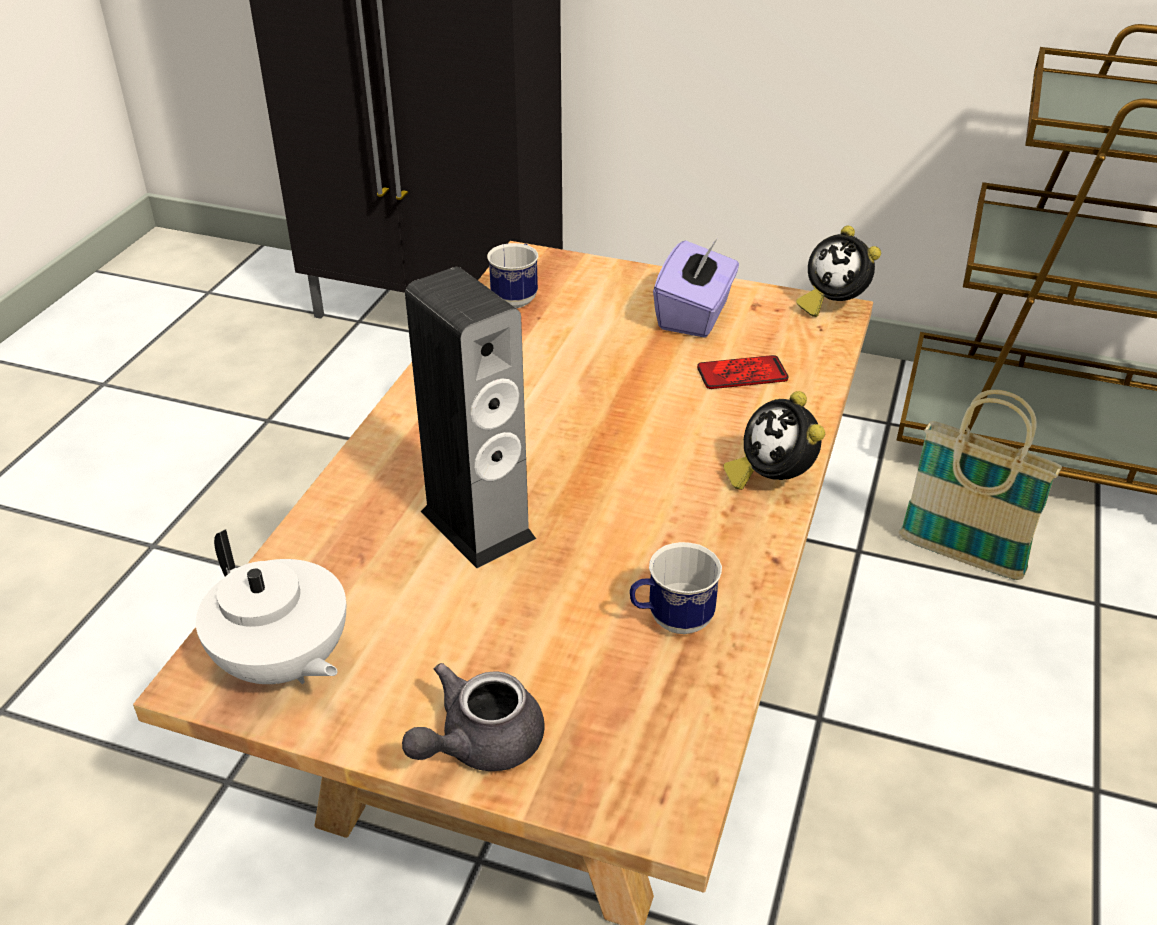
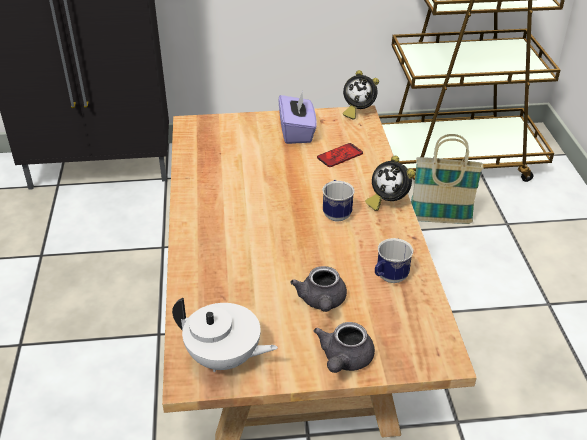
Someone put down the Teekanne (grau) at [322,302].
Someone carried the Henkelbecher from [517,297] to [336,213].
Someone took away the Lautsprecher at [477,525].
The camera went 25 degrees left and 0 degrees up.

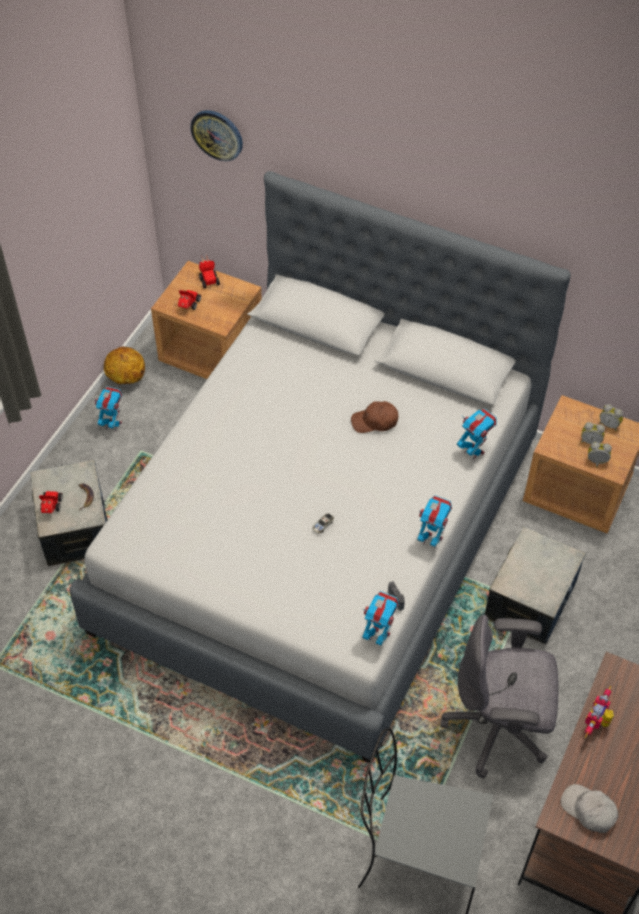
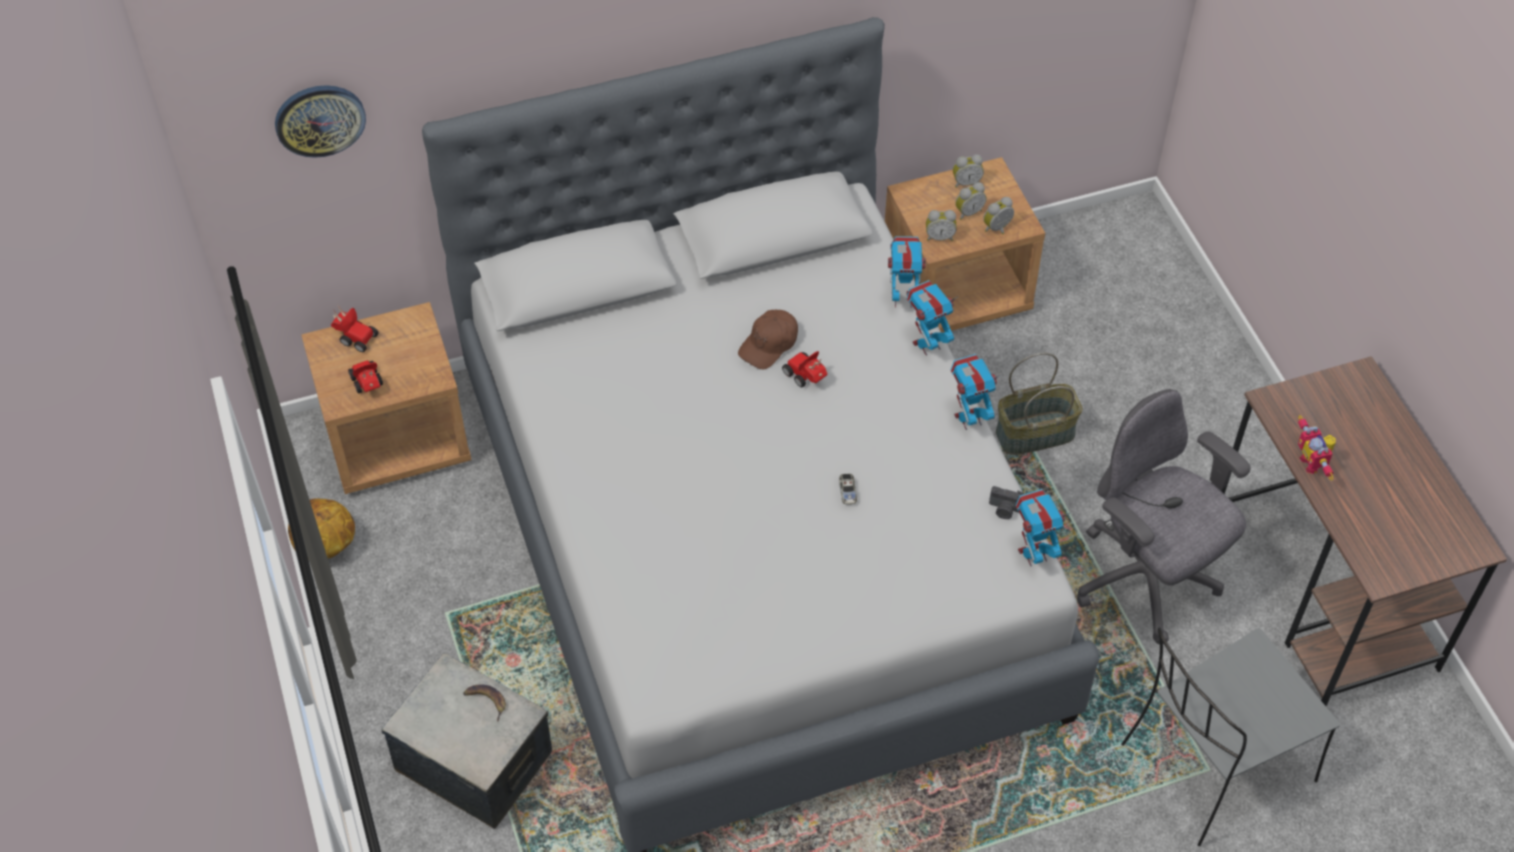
Someone carried the Spielzeugauto from [51,507] to [806,377].
Someone carried the Spielzeugroboter from [113,425] to [927,344].
Someone put down the Wecker at [939,237].
Someone swapped the Aufbewahrungsbox at [531,600] for the Korb at [1035,432].
Someone rotated the Bürostuhl (grau) at [498,728] by 90 degrees clockwise.
Someone took away the Kappe (weiß) at [589,810].
The camera went 45 degrees left and 0 degrees up.

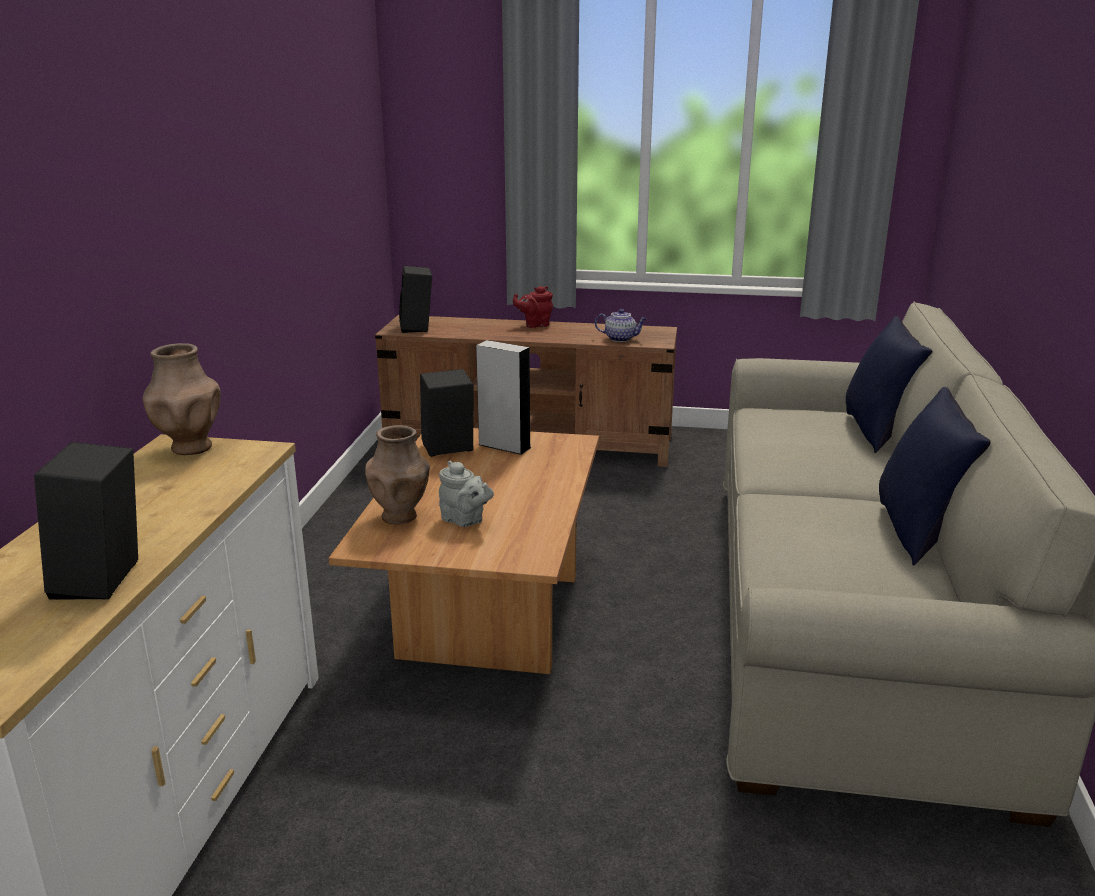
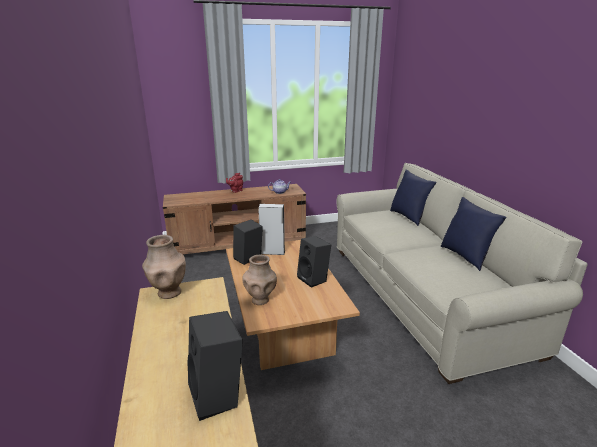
Someone carried the Lautsprecher (schwarz) from [418,328] to [314,279].
Someone took away the Teekanne (grau) at [465,520].
The camera went 25 degrees left and 0 degrees up.

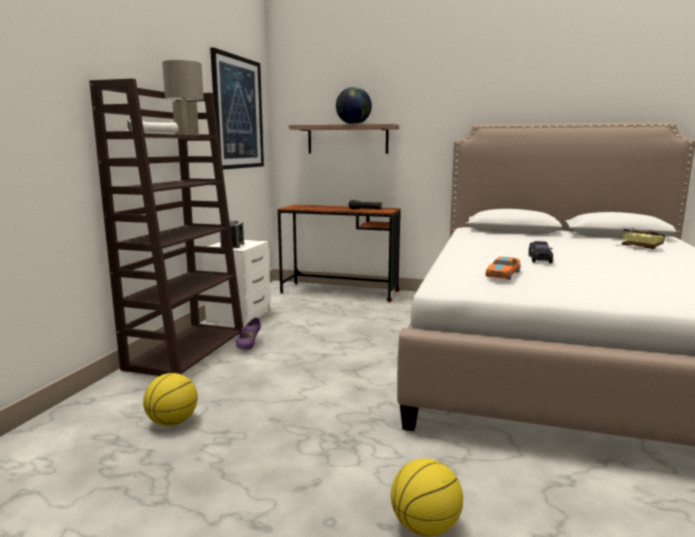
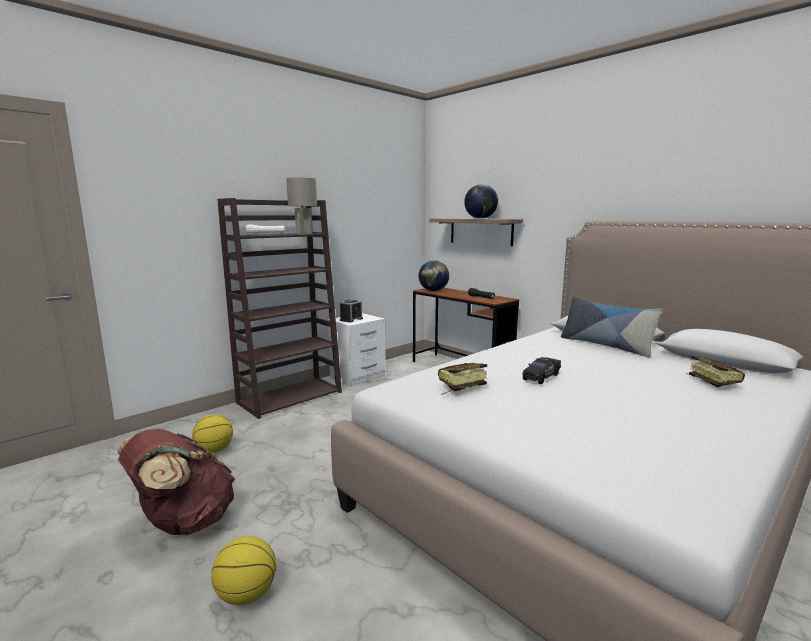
Someone put down the Rucksack (braun) at [184,522].
Someone put down the Globus at [433,290].
Someone swapped the Spielzeugauto at [503,274] for the Buch at [458,388].
Someone put down the Kissen at [605,345].
Someone took away the Bild at [238,113].
Someone took away the Schuh (lila) at [249,345].
The camera went 30 degrees right and 0 degrees up.

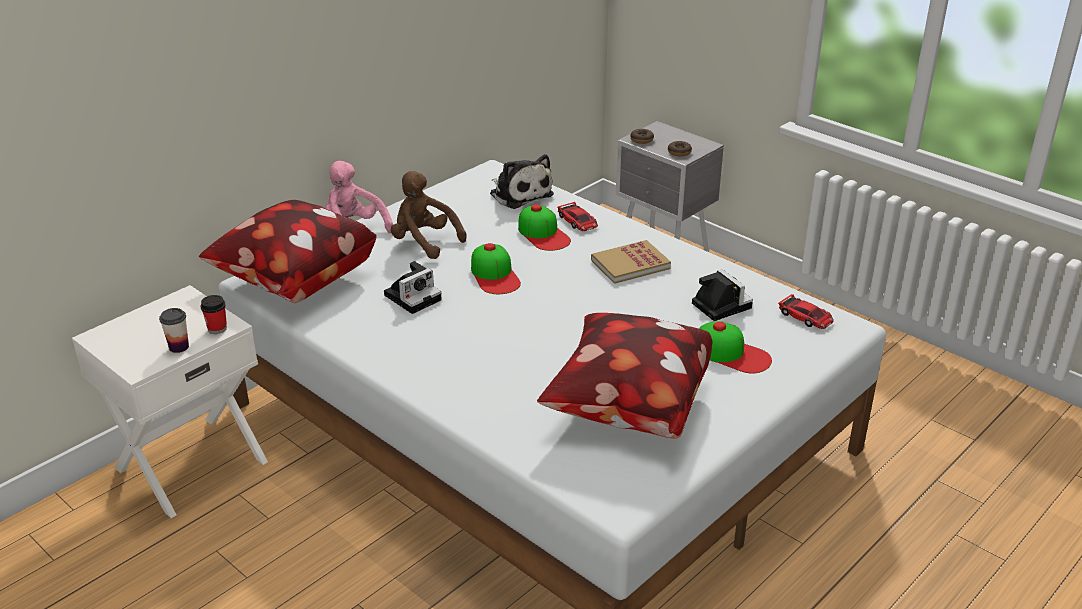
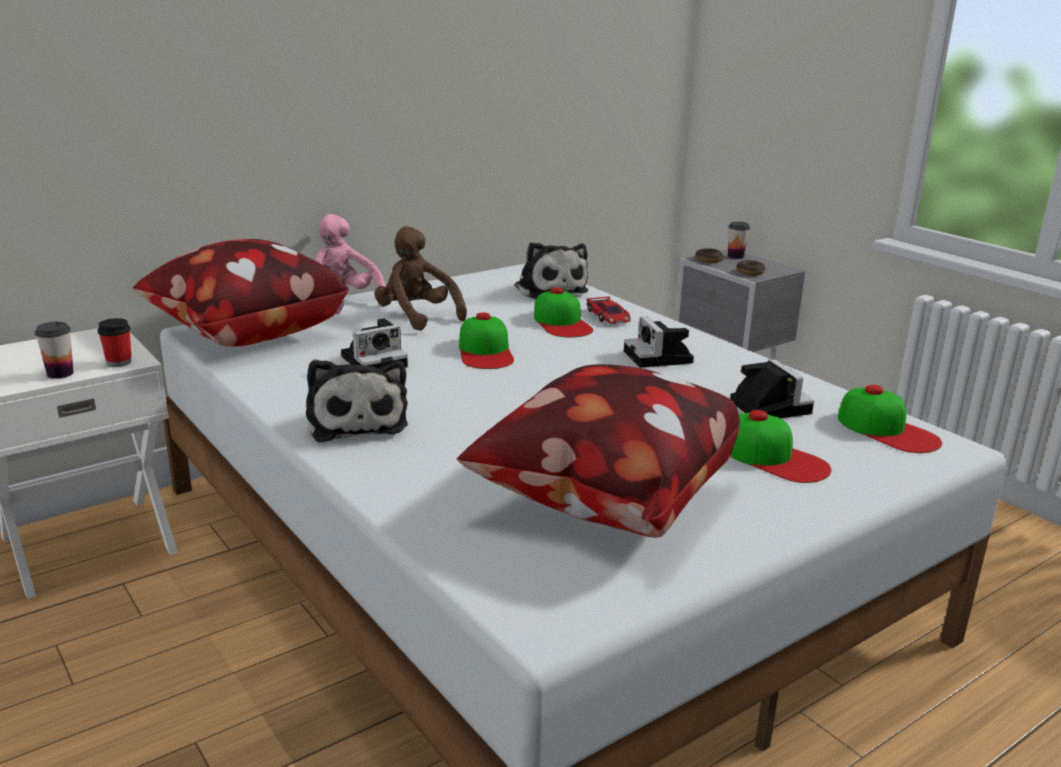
Someone put down the Plüschtier at [356,421].
Someone swapped the Buch at [630,264] for the Kamera at [659,358].
Someone put down the Tasse at [735,256].
Someone swapped the Spielzeugauto at [805,317] for the Kappe at [887,430].
The camera went 10 degrees right and 10 degrees down.

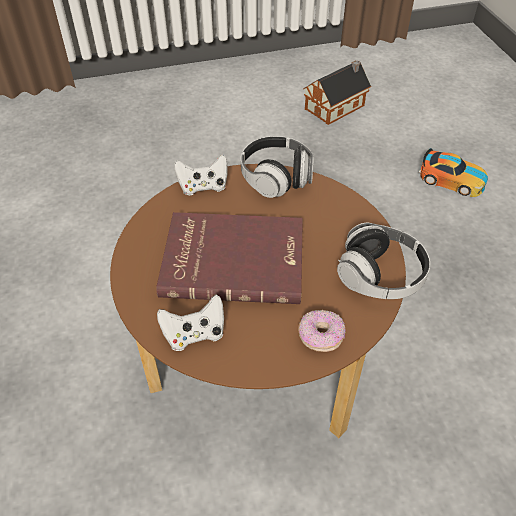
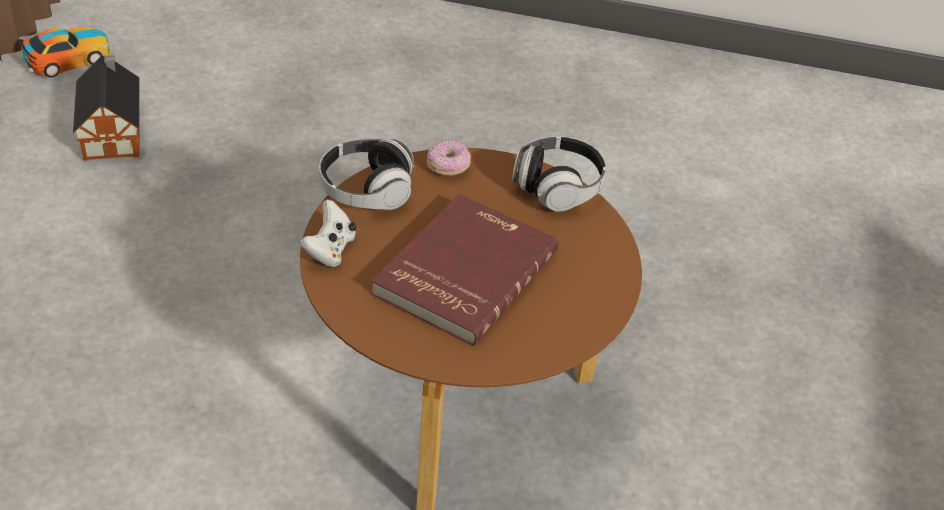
Someone carried the Spielzeugauto from [451,180] to [68,59].
Someone carried the Donut from [320,337] to [448,166].
Someone took away the Gamepad (weiß) at [194,334].
The camera went 65 degrees left and 5 degrees down.

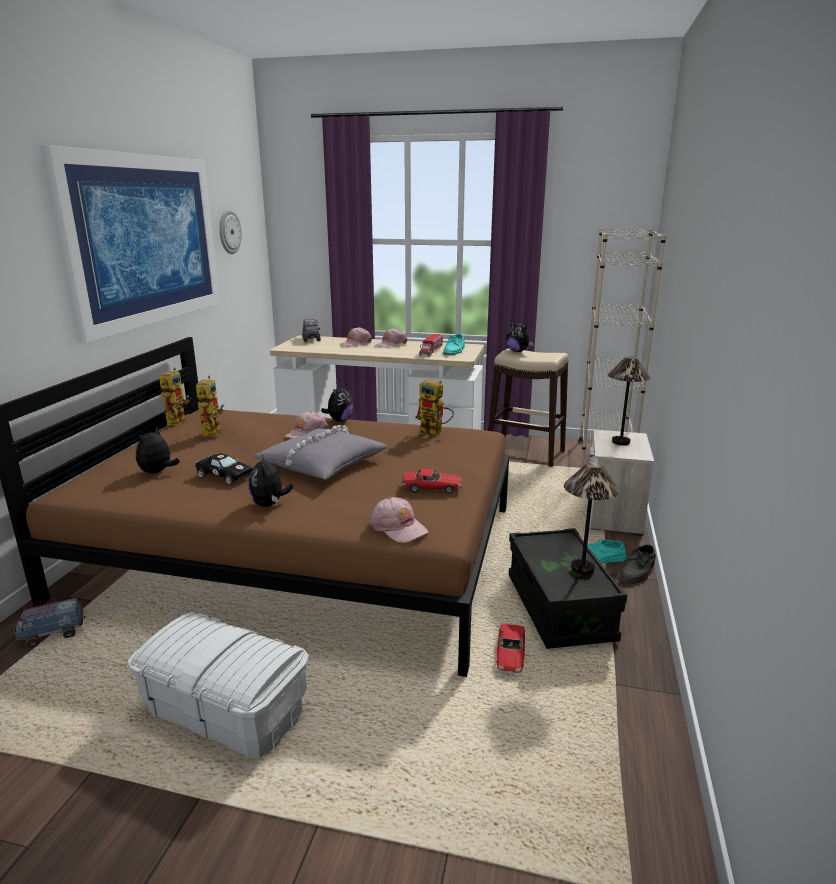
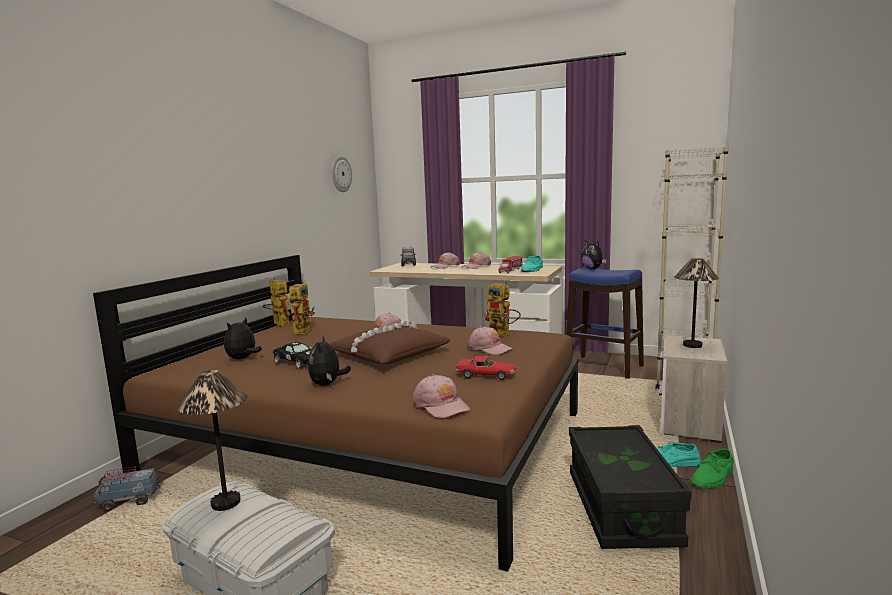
Someone carried the Tischlampe from [583,568] to [226,502].
Someone rotated the Spielzeugroboter at [177,420] by 60 degrees counterclockwise.
Someone repainted the Kissen (grau) at [321,463], which became the Kissen (braun) at [388,355].
Someone put down the Kappe (rosa) at [489,348].
Someone repainted the Hocker (beige) at [526,453], which became the Hocker (blau) at [604,367].
Someone repainted the Schuh (grau) at [637,571], which became the Schuh (grün) at [713,477].
Someone took away the Bild at [144,240].
Someone took away the Plüschtier at [339,420].
Someone took away the Spielzeugauto at [510,655].
The camera went 10 degrees right and 10 degrees down.

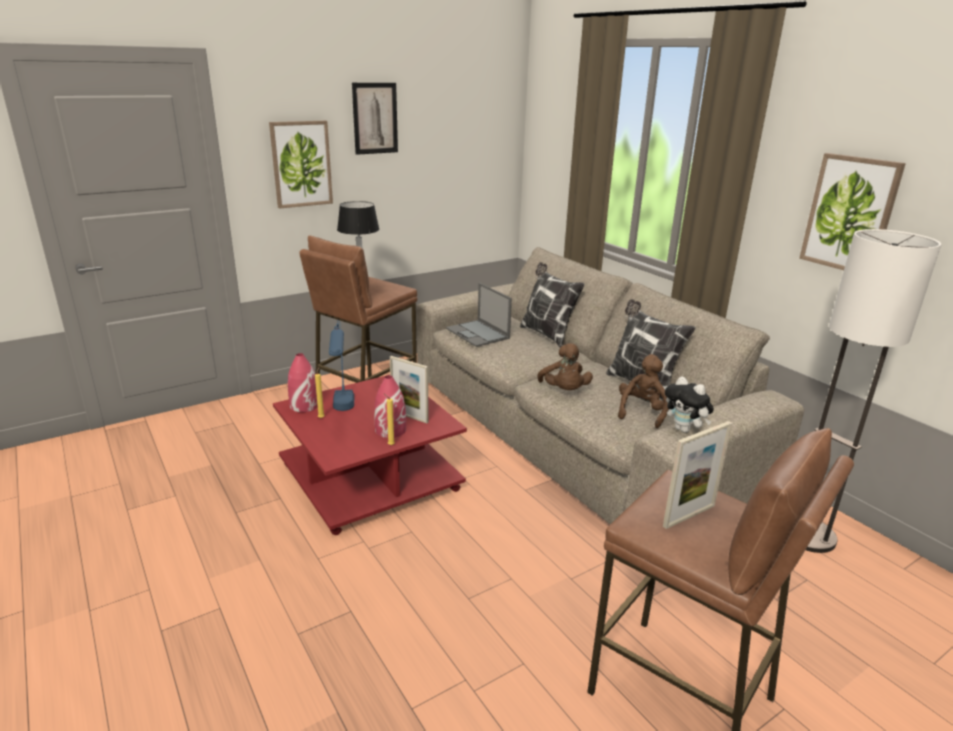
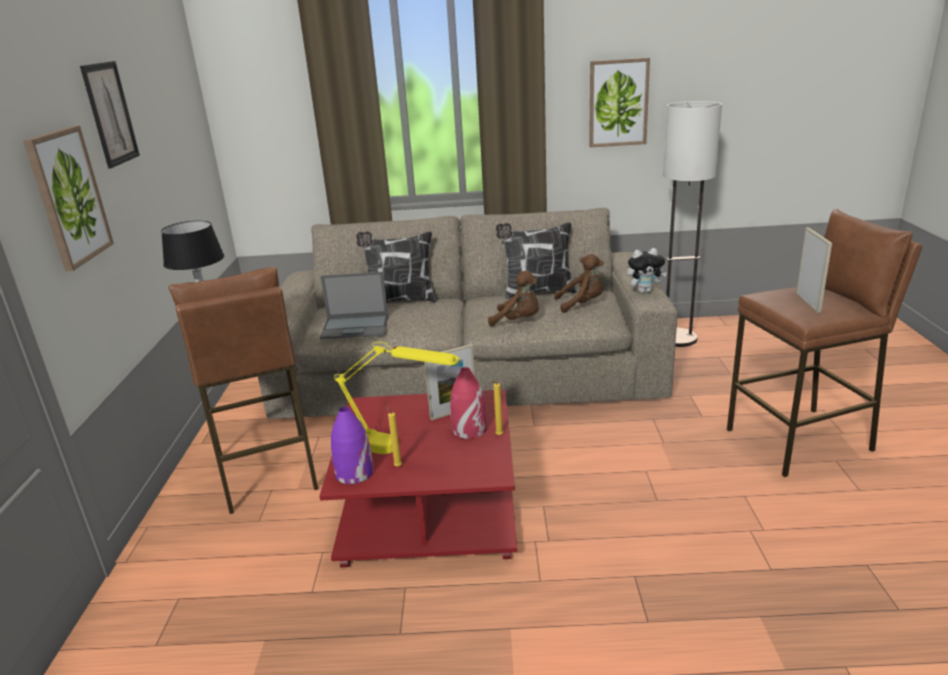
Someone repainted the Vase (rot) at [304,405], which became the Vase (lila) at [354,473].
Someone repainted the Tischlampe (blau) at [343,413], which became the Tischlampe (gelb) at [402,450].
Someone rotated the Plüschtier (braun) at [641,412] by 120 degrees clockwise.
The camera went 55 degrees left and 0 degrees up.

